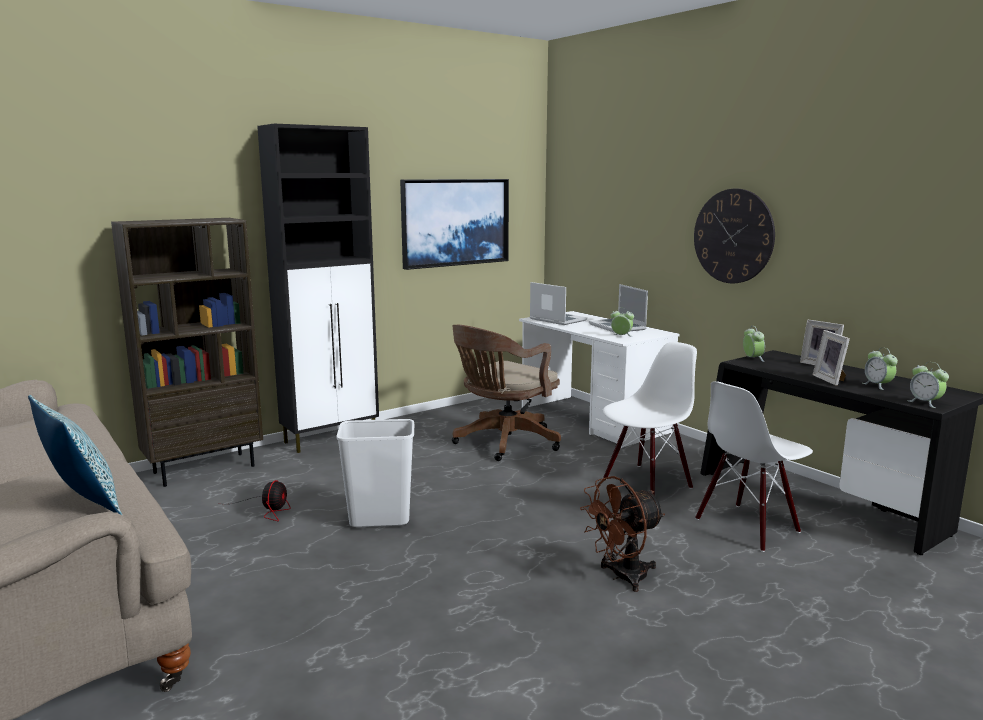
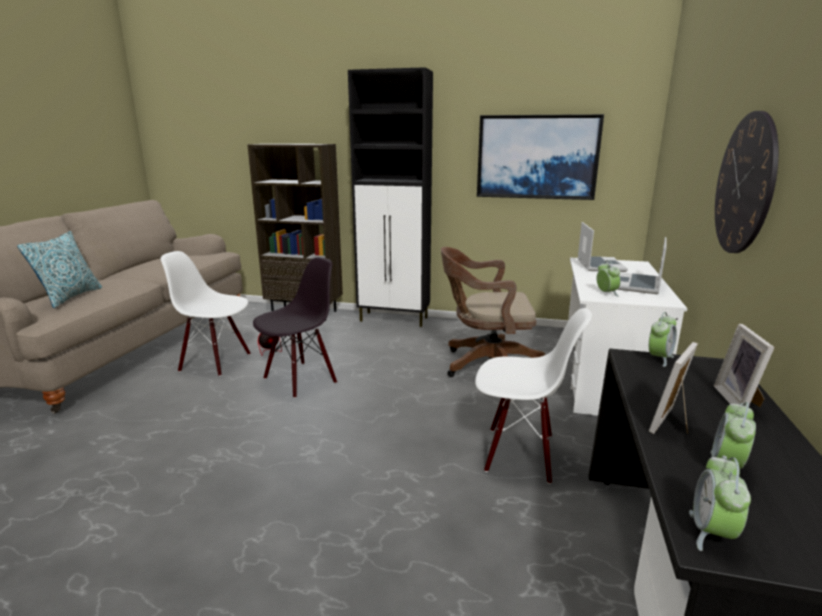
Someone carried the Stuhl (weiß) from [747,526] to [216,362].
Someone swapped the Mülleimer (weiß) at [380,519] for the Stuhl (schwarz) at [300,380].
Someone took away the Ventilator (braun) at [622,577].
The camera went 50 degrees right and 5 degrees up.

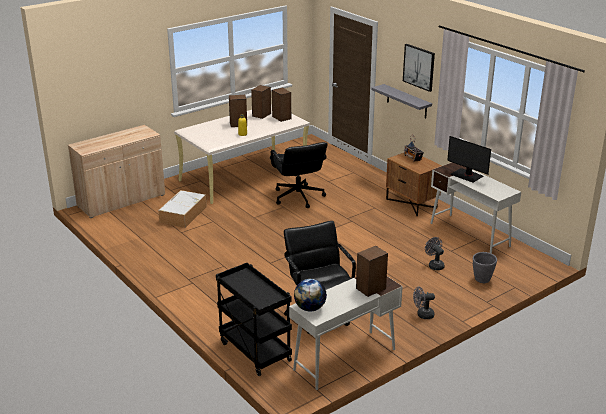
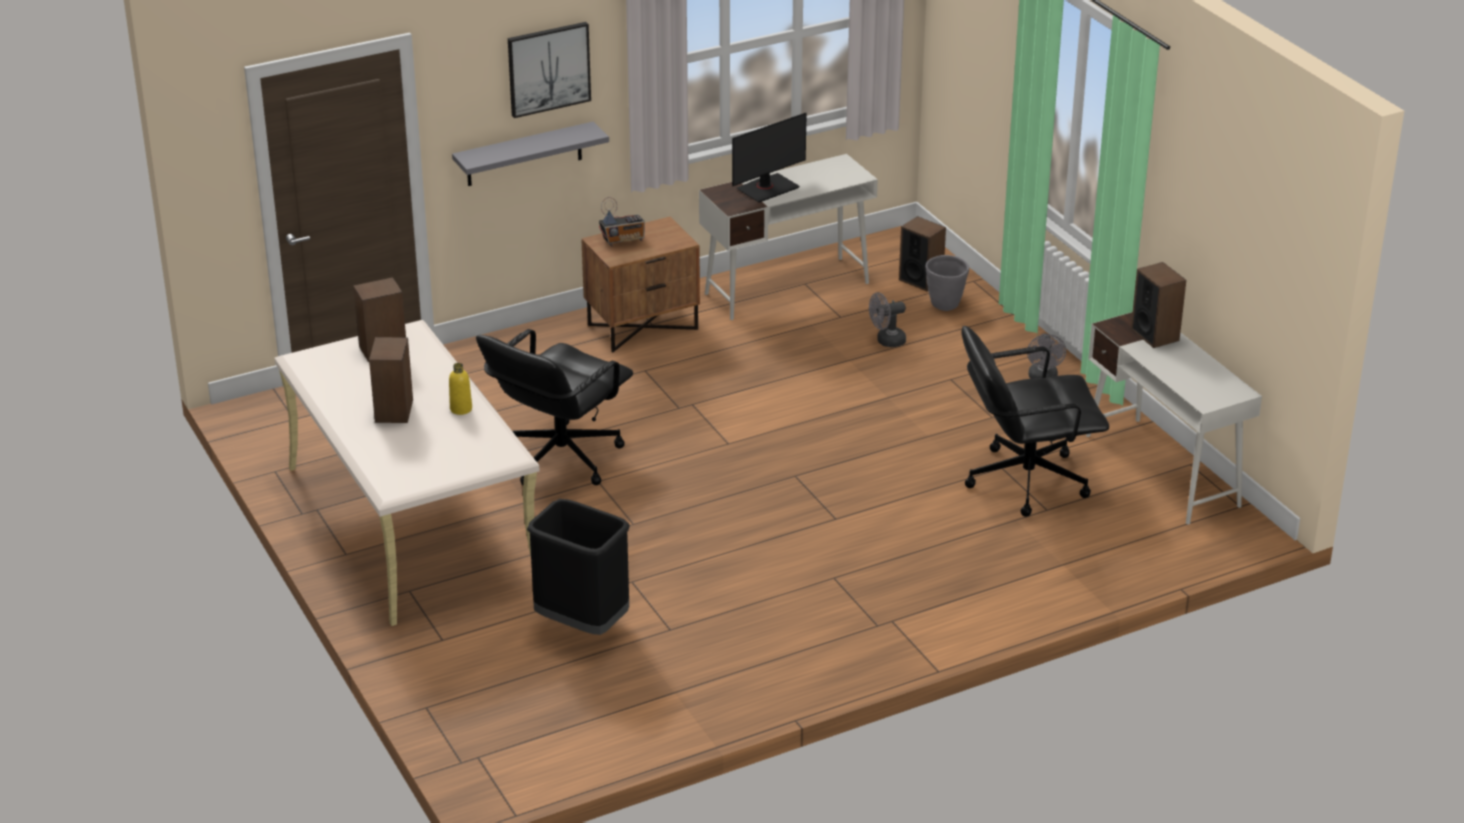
Someone rotated the Bürostuhl (schwarz) at [298,197] by 135 degrees clockwise.
Someone swapped the Aufbewahrungsbox at [183,214] for the Mülleimer (schwarz) at [581,623].
Someone carried the Lautsprecher from [261,115] to [921,280].
Someone took away the Schrank (beige) at [121,201].
Someone took away the Rollwagen (schwarz) at [254,351].
Someone took away the Globus at [309,308].
The camera went 80 degrees left and 5 degrees up.

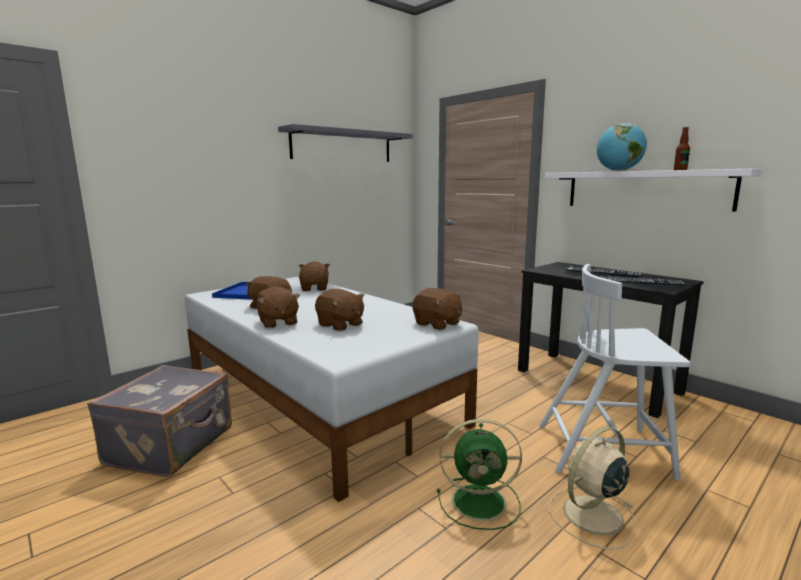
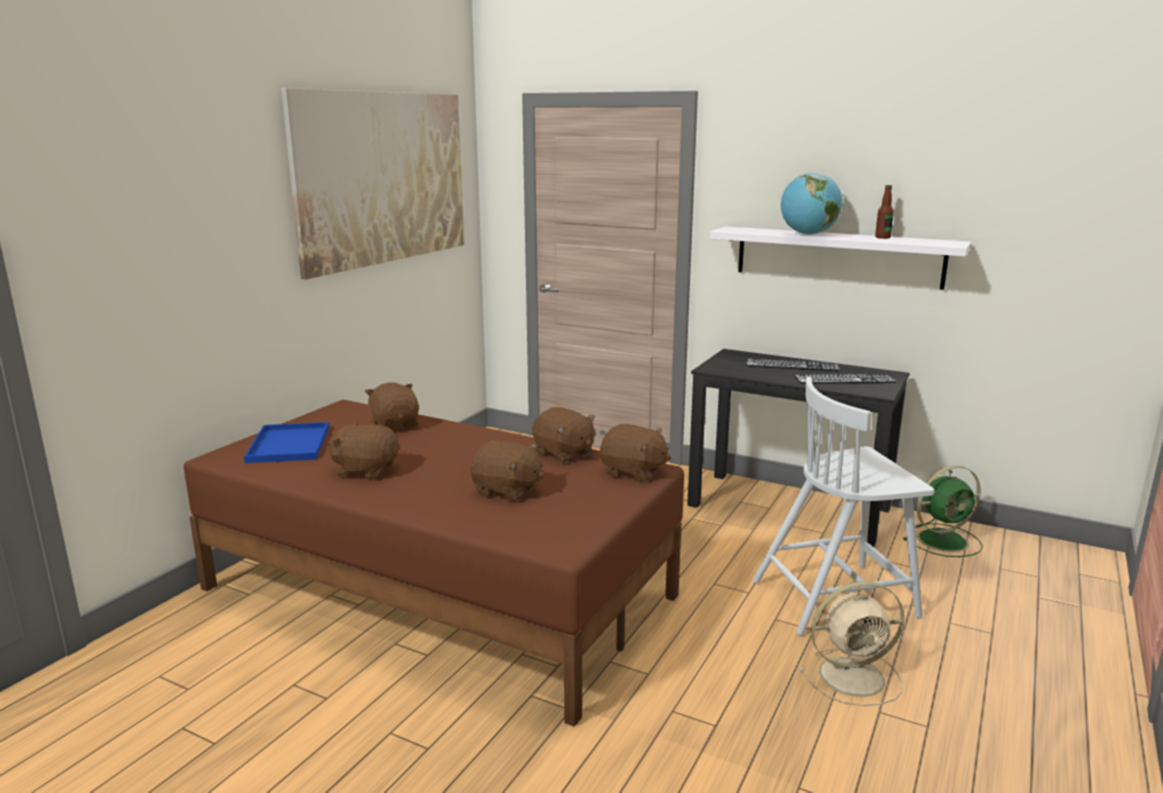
Someone repainted the Bett (weiß) at [317,396], which became the Bett (braun) at [438,590].
Someone swapped the Wandregal (grau) at [343,146] for the Bild at [384,178].
Someone carried the Plüschtier (braun) from [278,322] to [563,454].
Someone rotated the Ventilator (beige) at [591,516] by 135 degrees counterclockwise.
Someone carried the Ventilator (grün) from [481,502] to [944,540].
Someone took away the Koffer (grau) at [172,446].
The camera went 20 degrees left and 5 degrees up.

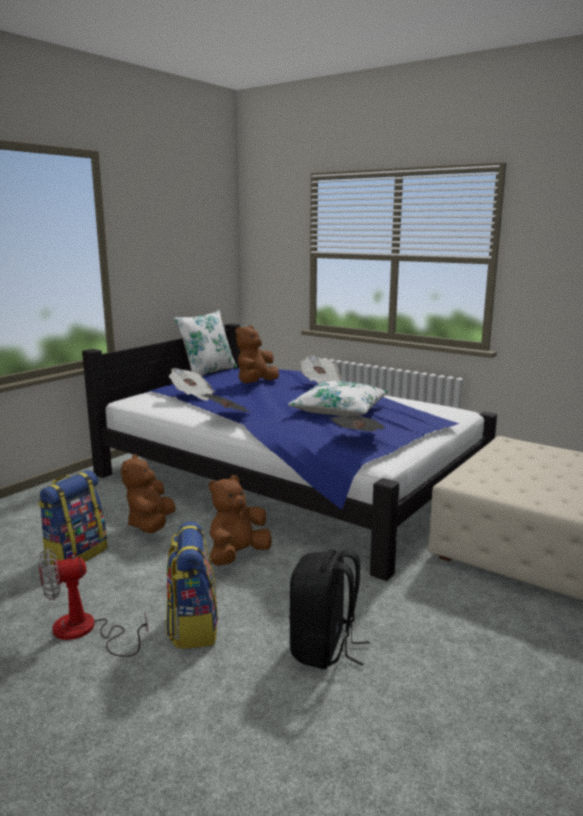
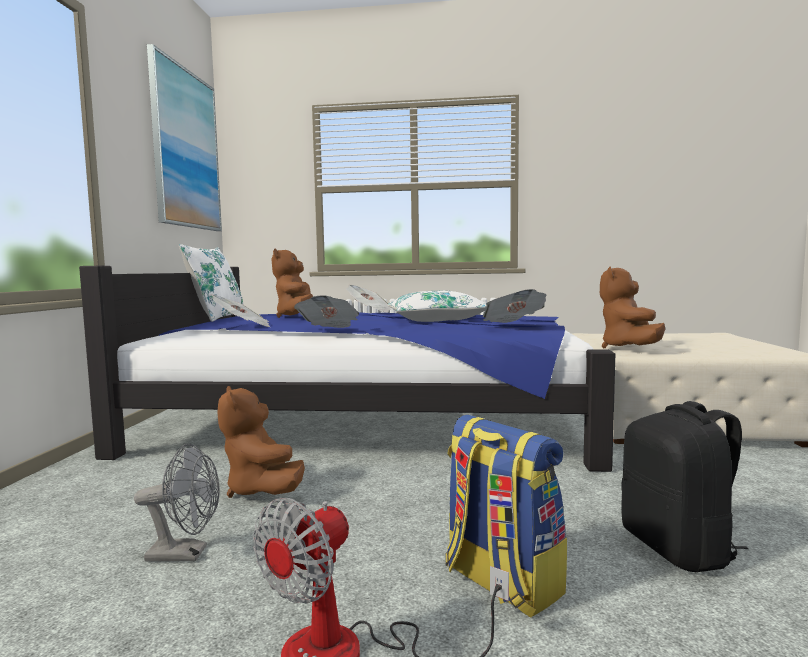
Someone swapped the Rucksack at [76,555] for the Ventilator (grau) at [186,554].
Someone put up the Bild at [186,149].
Someone carried the Plüschtier (braun) from [237,555] to [628,348].
The camera went 30 degrees left and 10 degrees down.

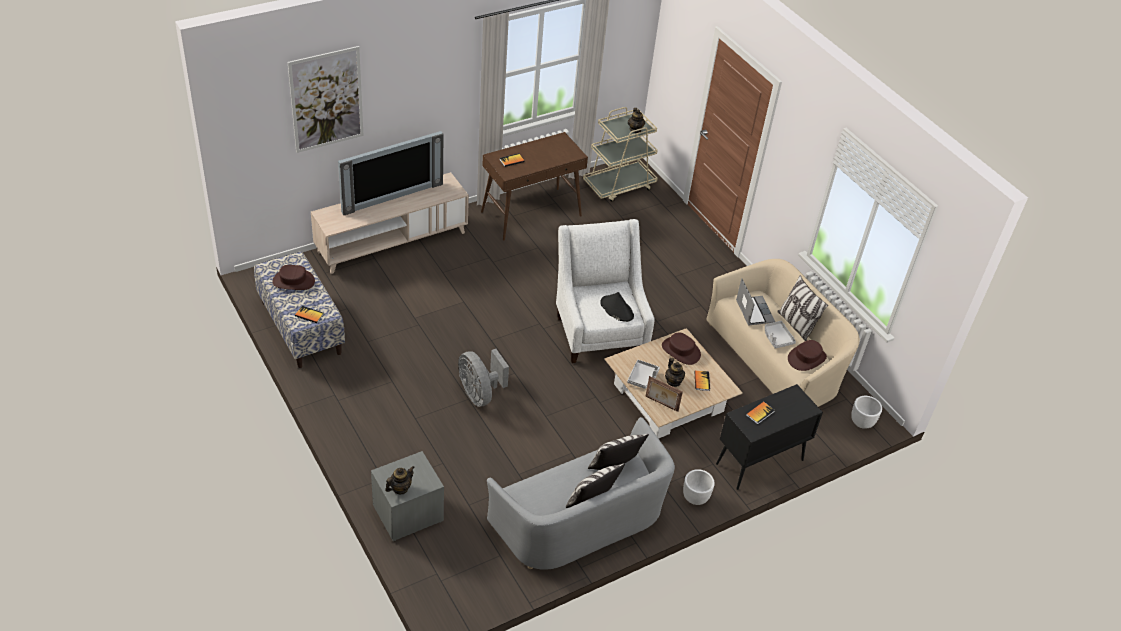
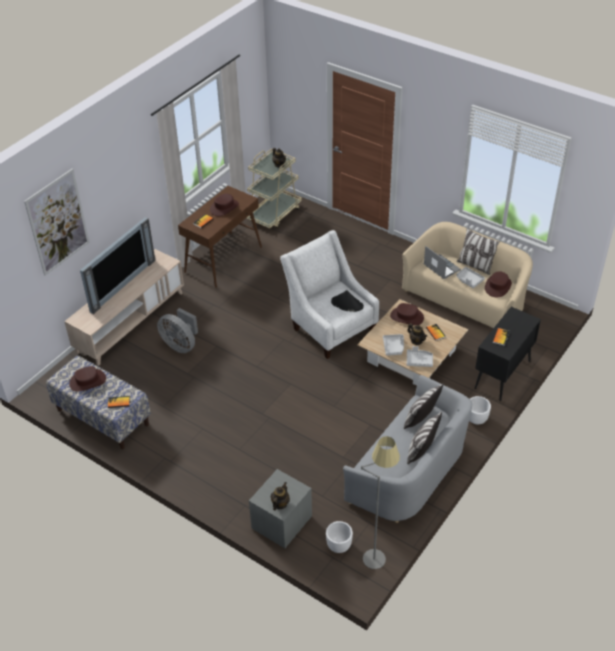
Someone carried the Ventilator (grau) from [480,394] to [181,345].
Someone put down the Hut (braun) at [224,207].
Someone carried the Pflanzkübel (weiß) from [862,422] to [339,546].
Someone put down the Stehlampe (grau) at [376,550].
Someone swapped the Bilderrahmen at [661,404] for the Tablett (grau) at [419,361].
The camera went 20 degrees left and 0 degrees up.

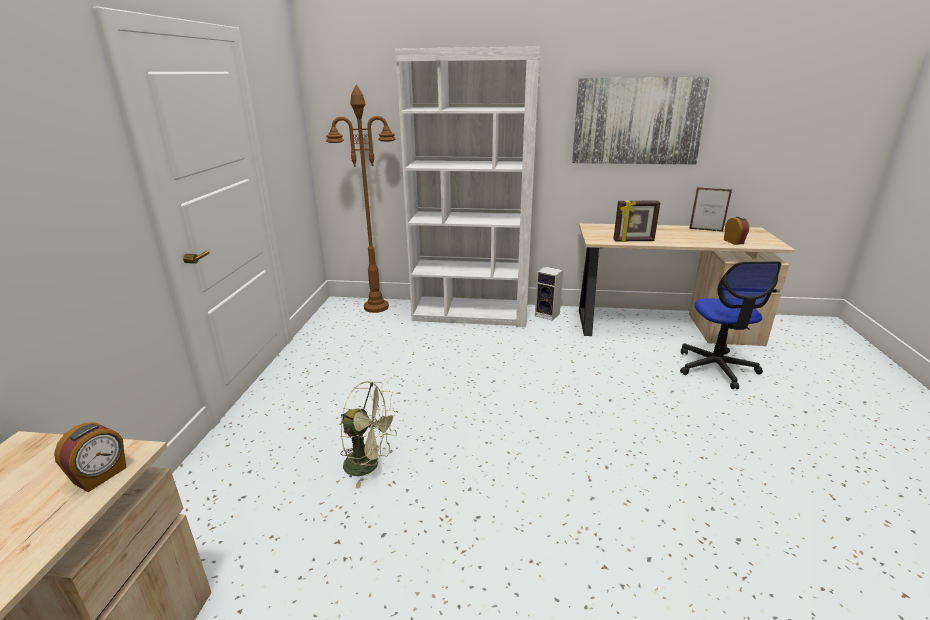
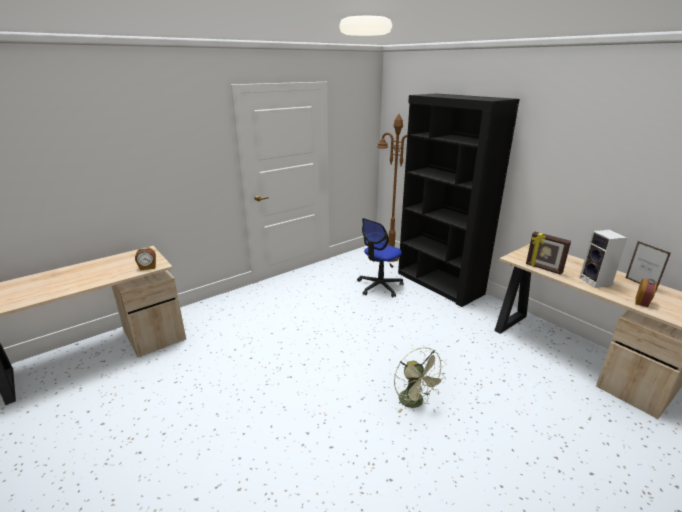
Someone carried the Bürostuhl from [716,368] to [379,286].
Someone carried the Ventilator (grün) from [369,465] to [415,402].
Someone repainted the Bücherregal (weiß) at [471,313], which became the Bücherregal (schwarz) at [439,283].
Someone carried the Lautsprecher from [548,315] to [596,282].
Someone took away the Bild at [638,121].
The camera went 45 degrees right and 0 degrees up.

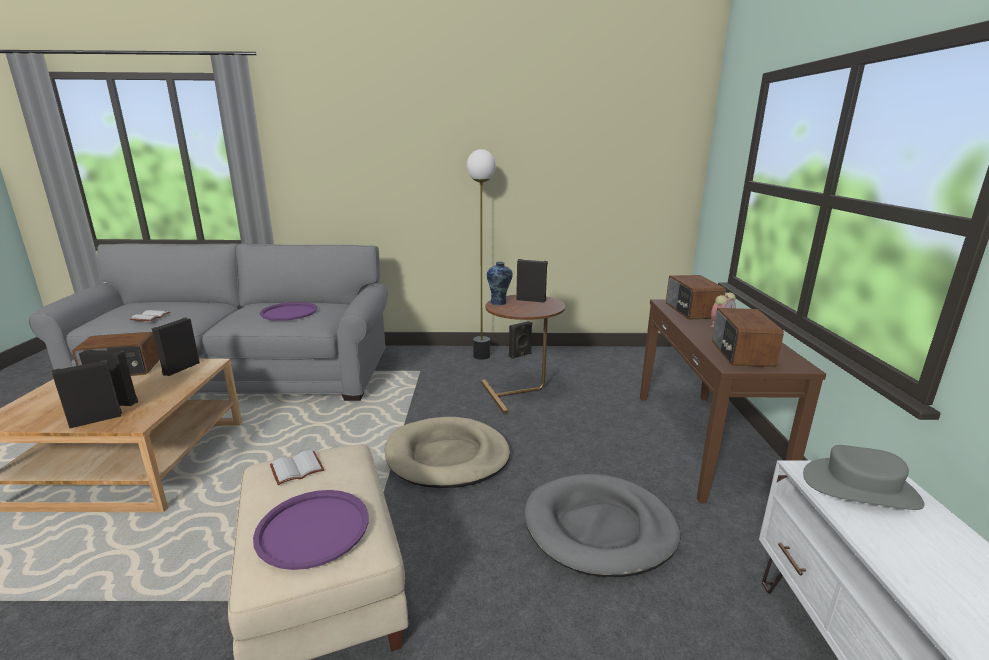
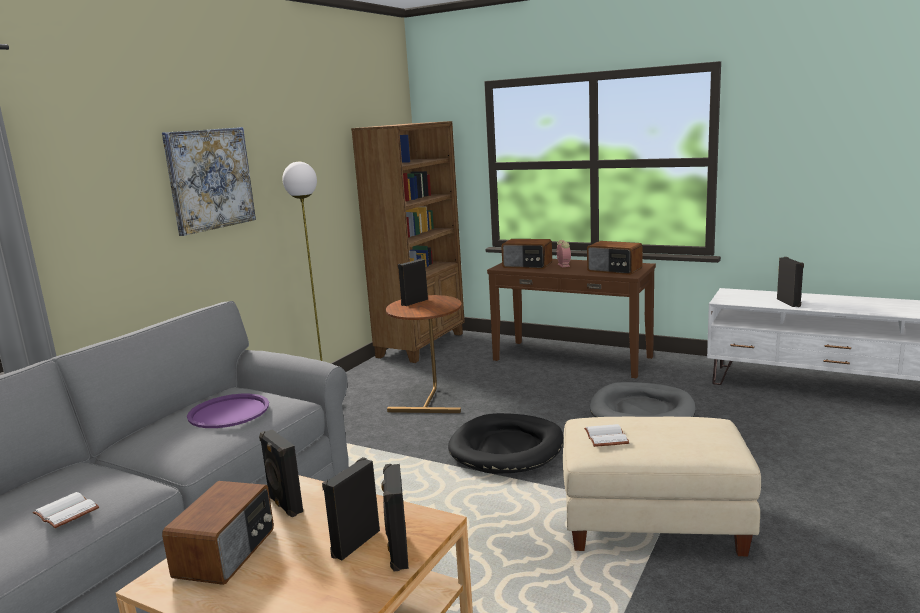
Someone put up the Bild at [210,179].
Someone put down the Bücherregal (braun) at [422,345].
Someone repainted the Hundebett (beige) at [447,457], which became the Hundebett (schwarz) at [507,448].
Someone carried the Lautsprecher (schwarz) from [520,355] to [789,303].
Someone took away the Tablett (lila) at [313,529].
Someone took away the Vase at [499,303].
Someone took away the Hut (grau) at [860,488].
The camera went 60 degrees left and 5 degrees down.

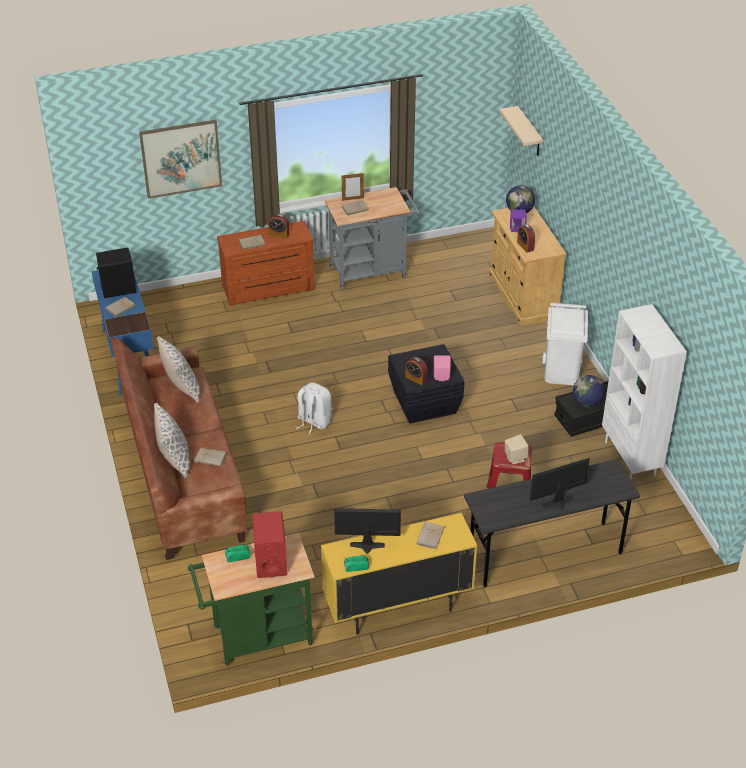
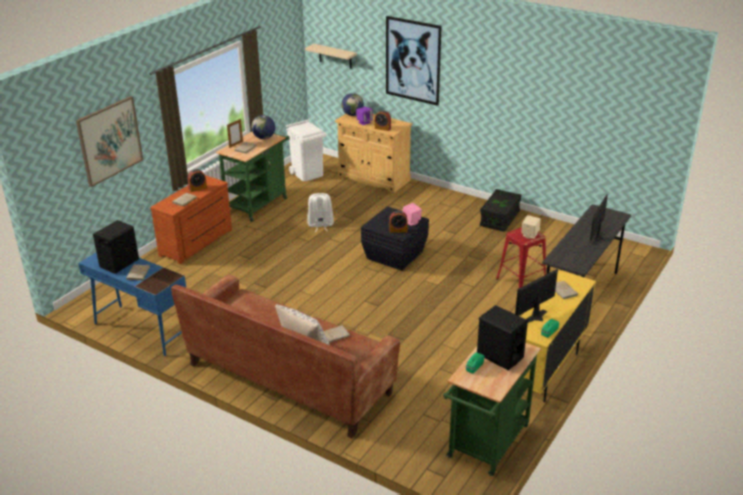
Someone repainted the Rollwagen (grau) at [372,271], which became the Rollwagen (grün) at [259,204].
Someone carried the Globus from [587,402] to [264,138].
Someone carried the Mülleimer (weiß) from [561,373] to [308,174].
Someone carried the Rucksack (weiß) from [313,421] to [320,225].
Someone put up the Bild at [413,60].
Someone repainted the Lautsprecher (rot) at [270,561], which became the Lautsprecher (schwarz) at [499,356].
Someone took away the Kissen at [181,388].
Someone took away the Bücherregal (weiß) at [631,458].
The camera went 40 degrees left and 10 degrees down.

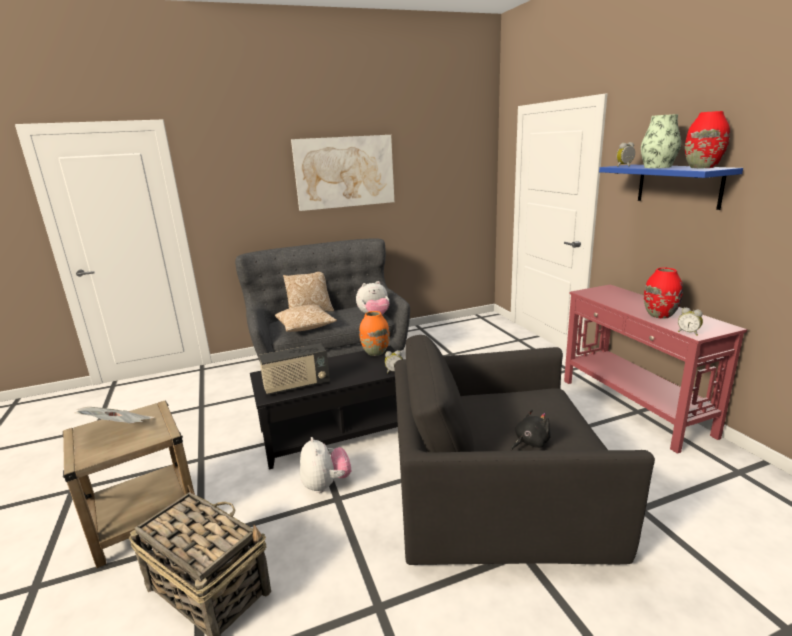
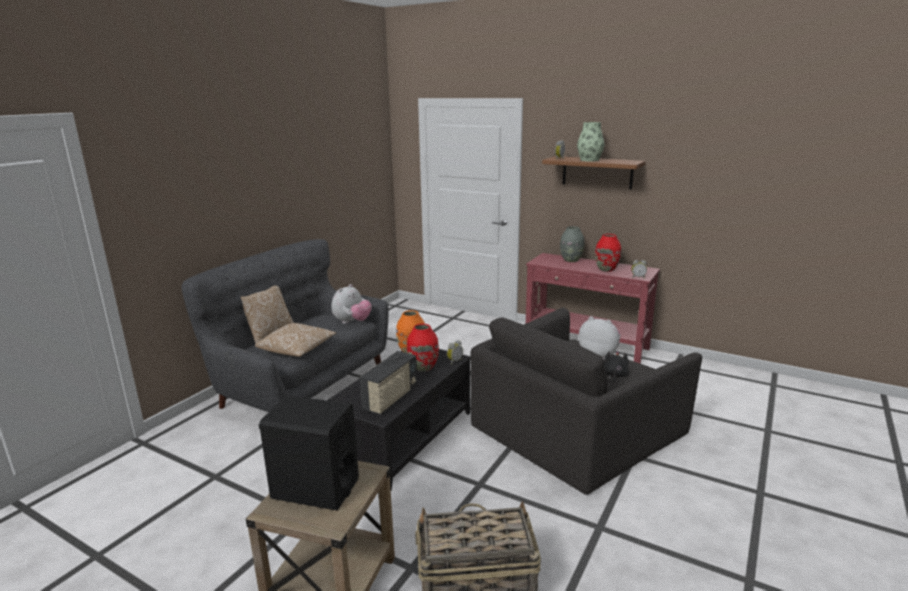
Someone swapped the Zeitung at [120,429] for the Lautsprecher (schwarz) at [315,488].
Someone carried the Vase (rot) from [701,167] to [423,367].
Someone repainted the Wandregal (blau) at [678,185], which became the Wandregal (braun) at [597,172].
Someone put down the Vase (grau) at [571,260].
Someone carried the Plüschtier from [326,484] to [599,355].
Someone took away the Bild at [344,172].
The camera went 40 degrees left and 0 degrees up.

